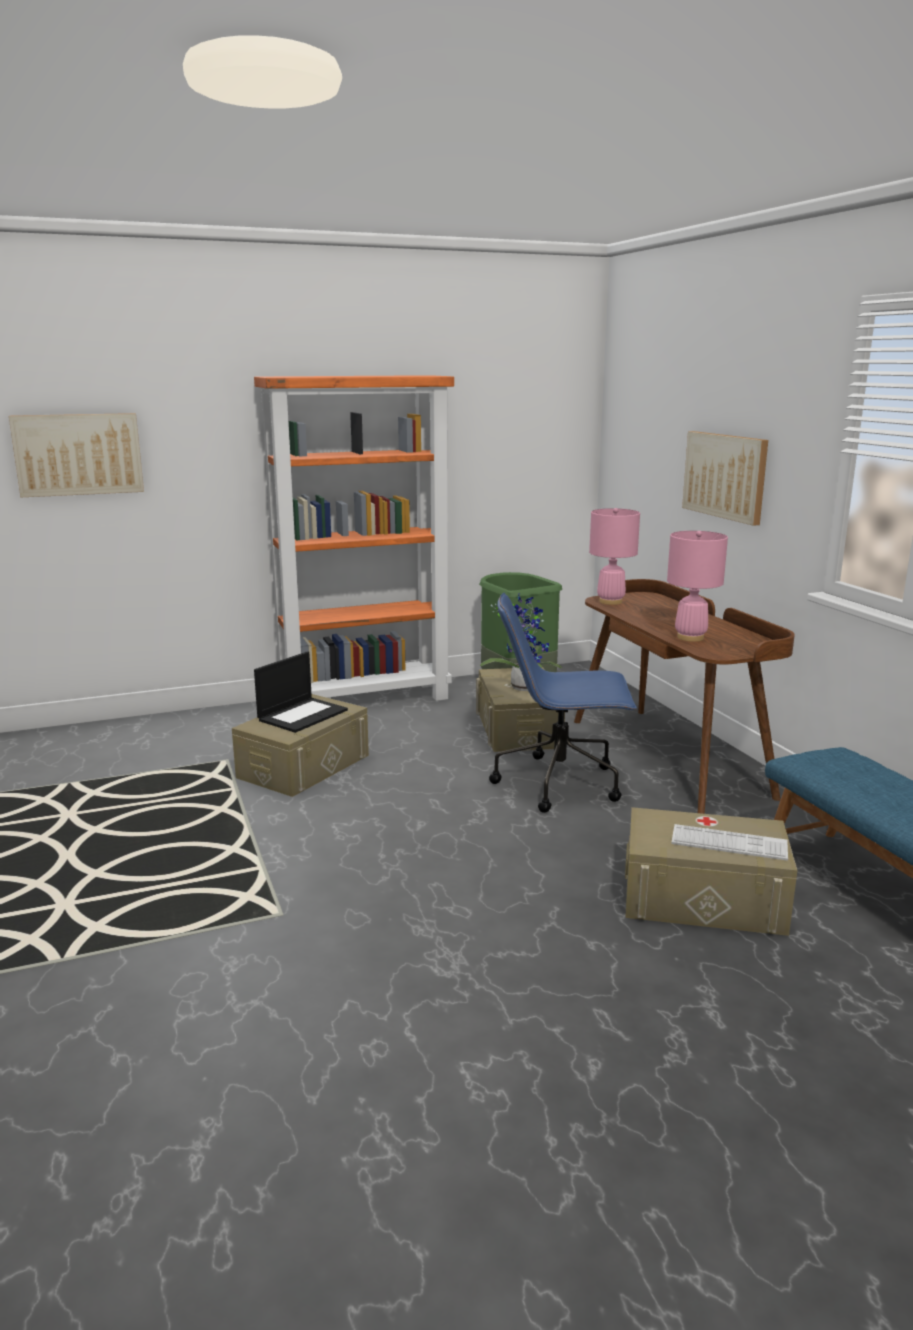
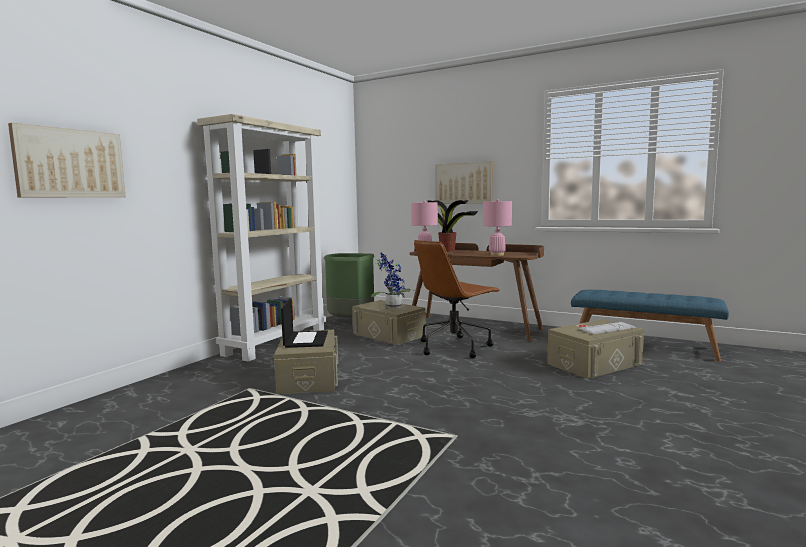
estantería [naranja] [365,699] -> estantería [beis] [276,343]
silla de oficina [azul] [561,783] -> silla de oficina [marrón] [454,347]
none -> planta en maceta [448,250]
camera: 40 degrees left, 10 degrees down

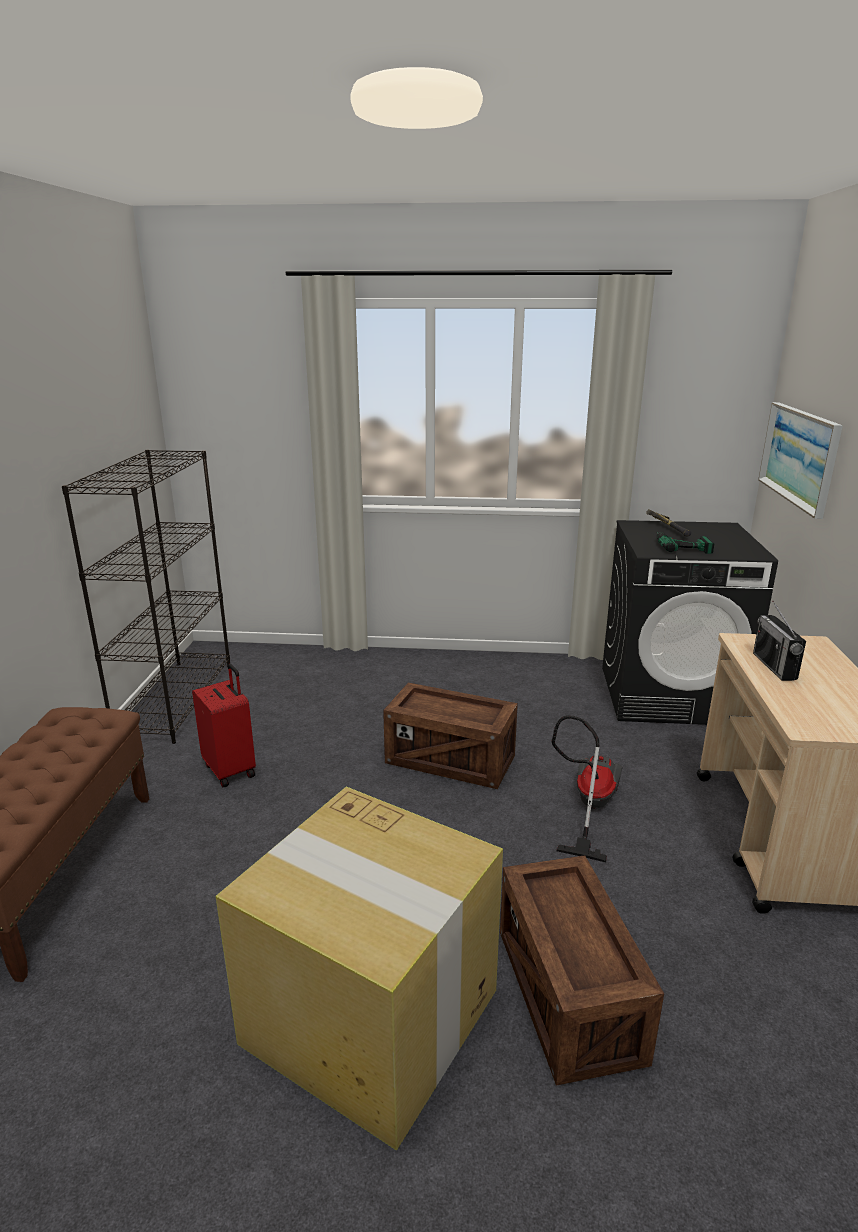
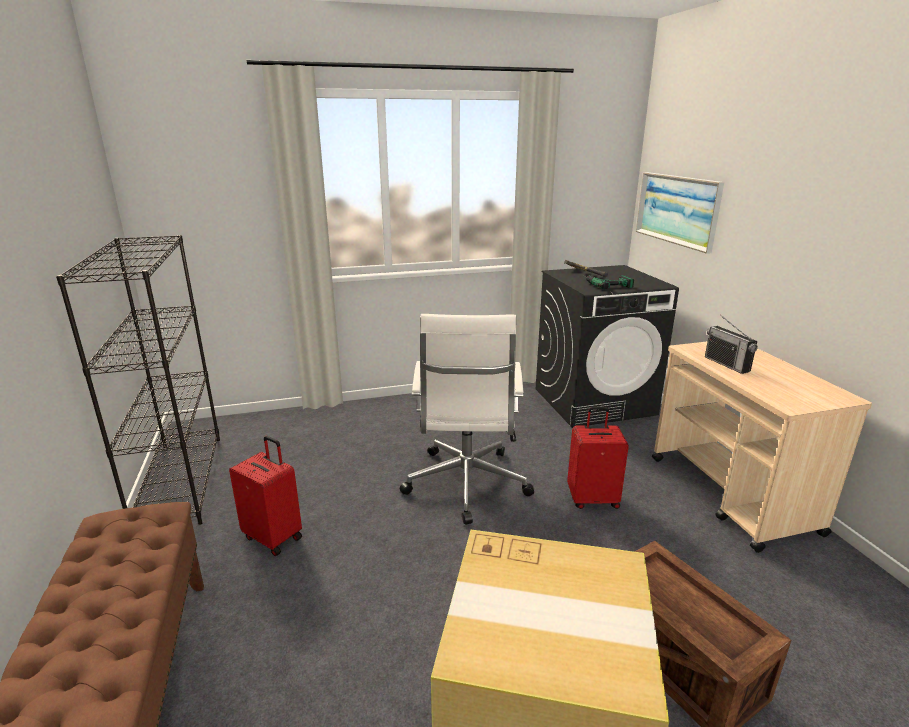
caja de embalaje [450,760] -> silla de oficina [blanco] [466,485]
aspiradora [587,805] -> maleta [rojo] [592,499]
camera: 20 degrees left, 0 degrees up

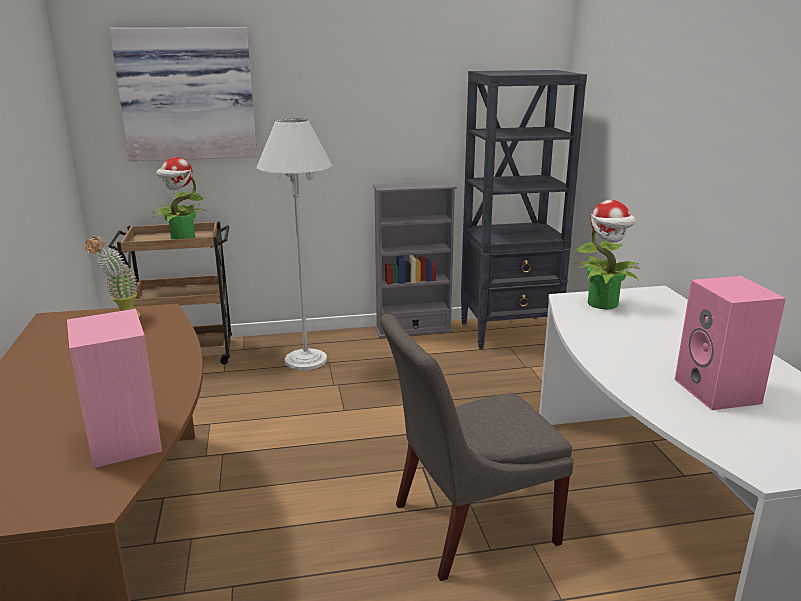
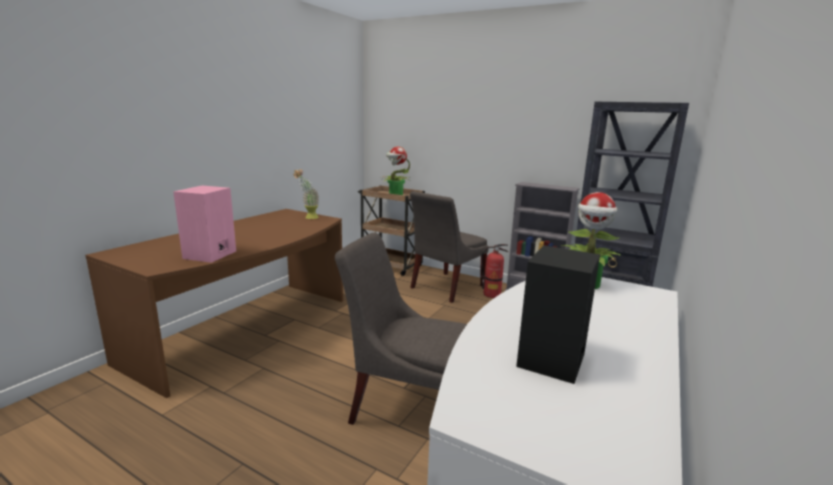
cuadro [187,94] -> none
lámpara de pie [blanco] [306,360] -> silla [gris] [445,287]
altavoz [rosa] [719,392] -> altavoz [negro] [552,361]
none -> extintor [492,294]
camera: 40 degrees right, 5 degrees down

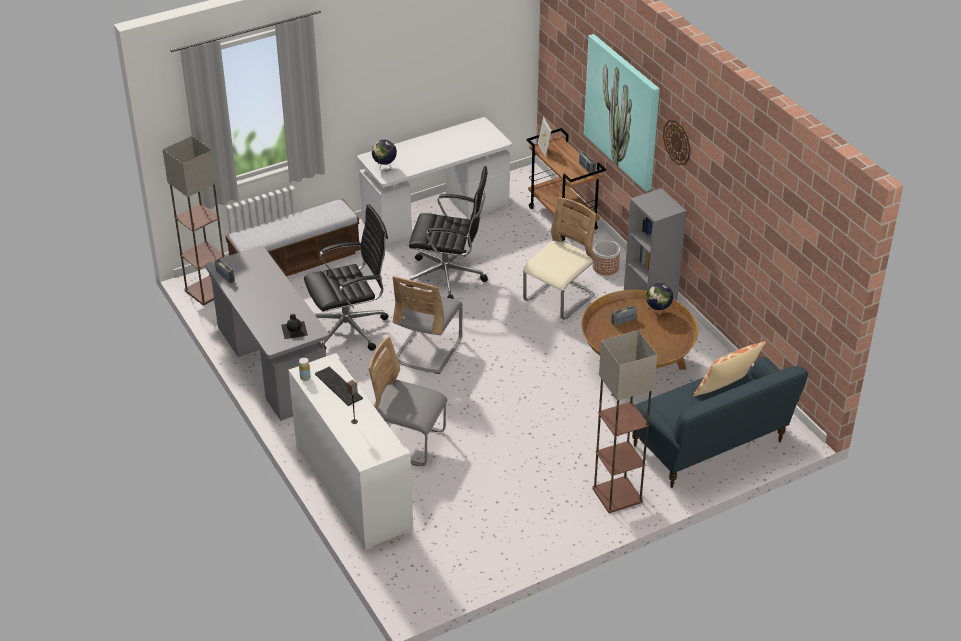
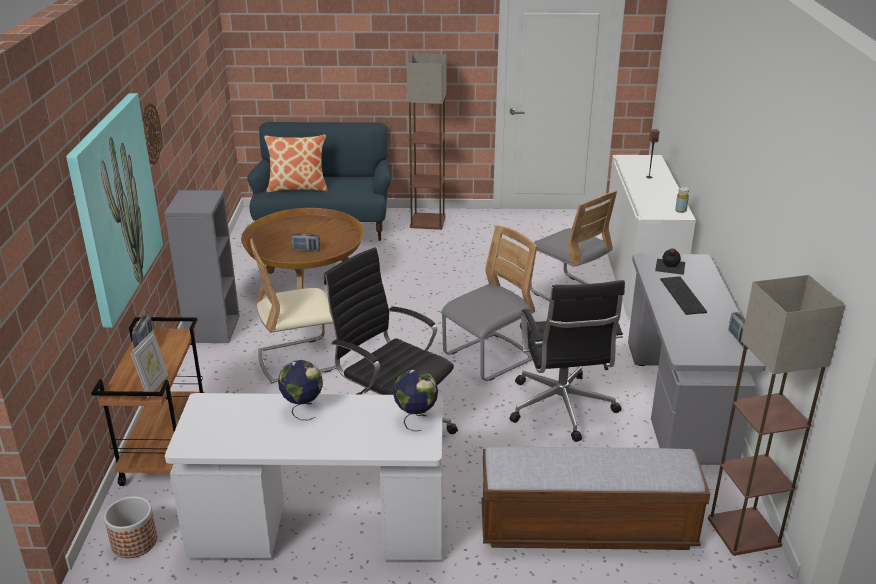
silla de oficina [negro] [350,328] -> silla de oficina [negro] [561,409], 105 degrees counterclockwise
maceta [605,267] -> maceta [134,542], moved
globo terráqueo [658,312] -> globo terráqueo [302,409], moved
teclado [337,386] -> teclado [684,295], moved
camera: 150 degrees left, 10 degrees down

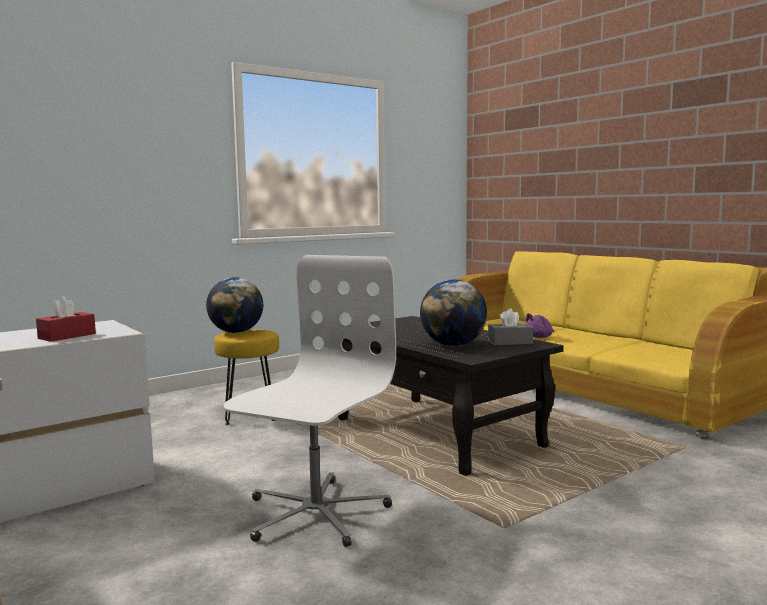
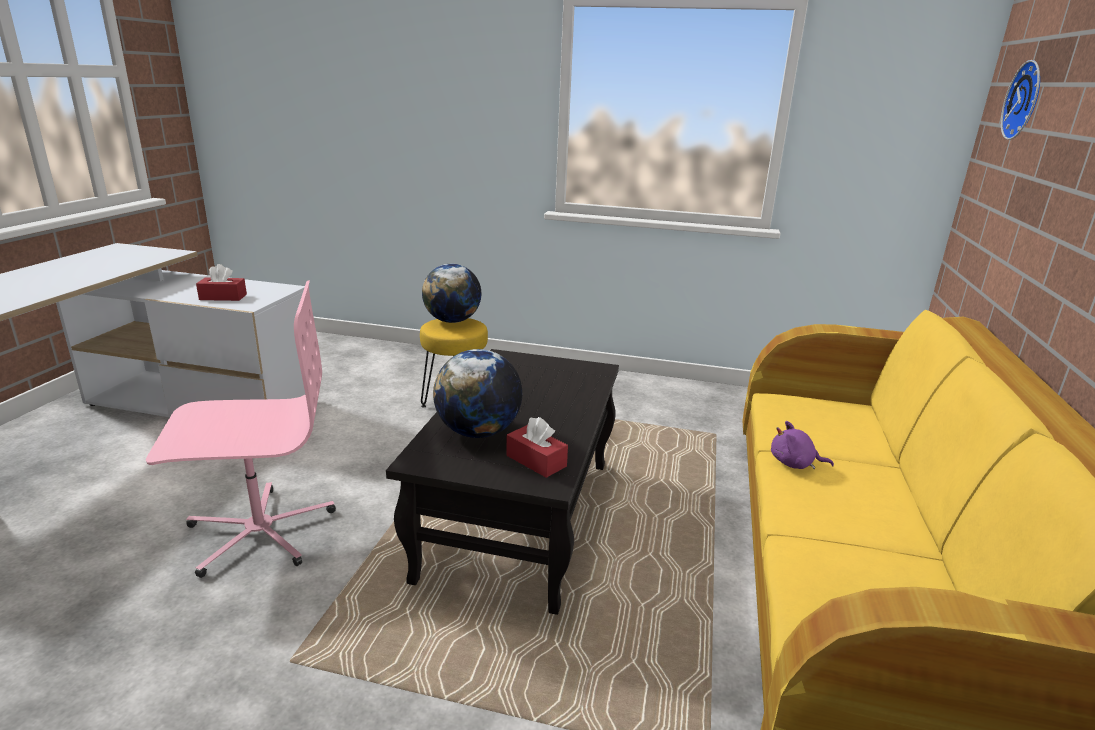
silla de oficina [blanco] [314,513] -> silla de oficina [rosa] [259,531]
caja de pañuelos [gris] [510,342] -> caja de pañuelos [rojo] [536,461]
none -> reloj de pared [1026,100]
camera: 50 degrees right, 15 degrees up

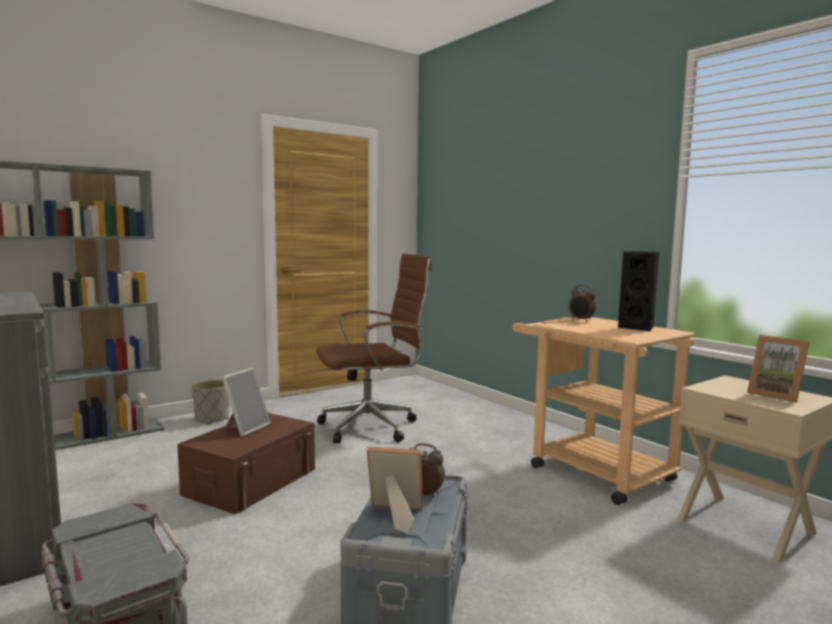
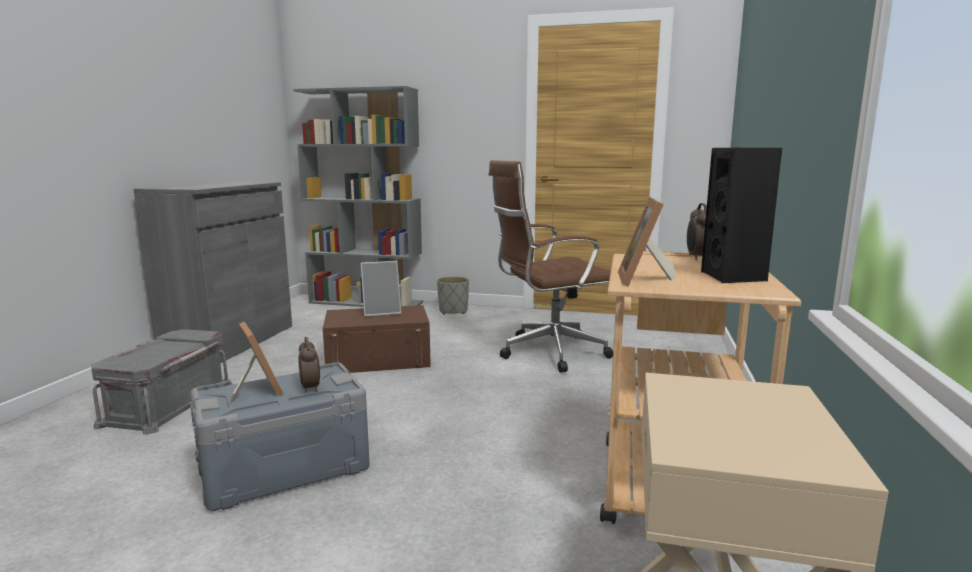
silla de oficina [marrón] [373,427] -> silla de oficina [marrón] [548,352], 135 degrees clockwise
portarretratos [776,395] -> portarretratos [645,280], moved
camera: 50 degrees right, 5 degrees up

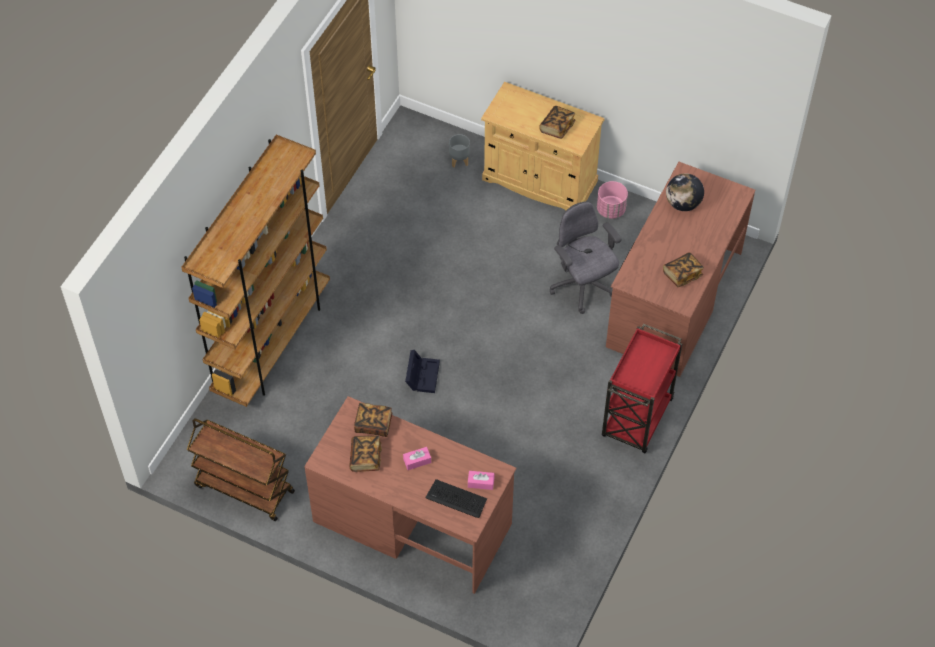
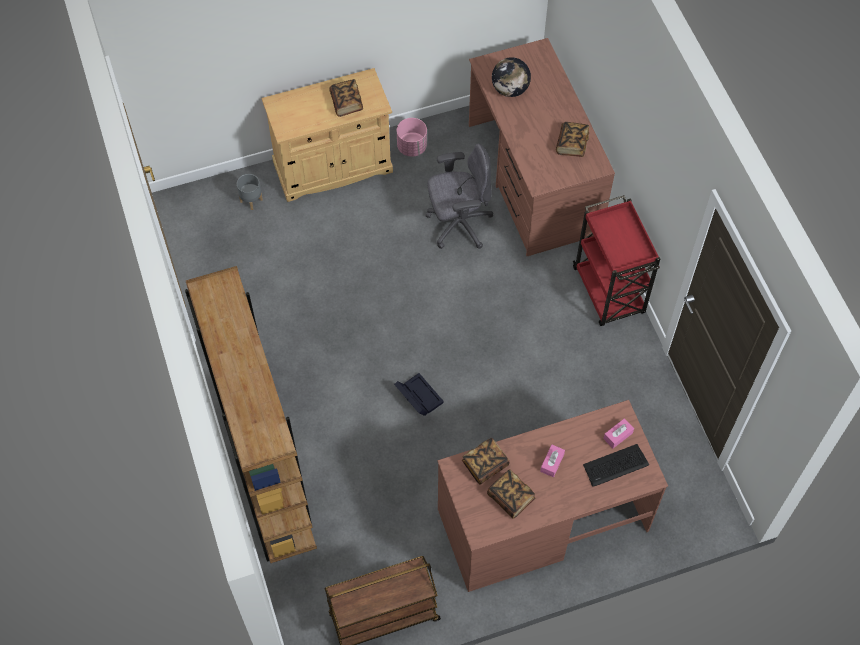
silla de oficina [gris] [582,287] -> silla de oficina [gris] [458,224], 150 degrees clockwise
camera: 45 degrees left, 5 degrees up

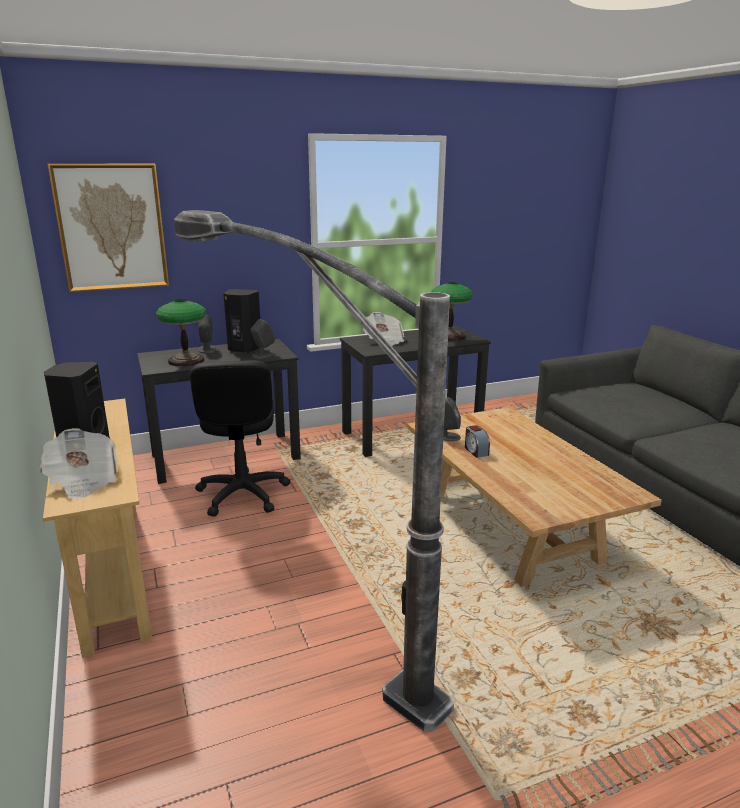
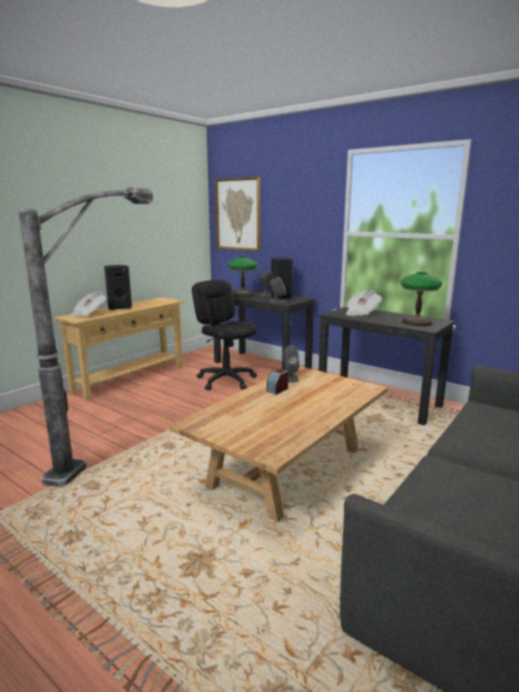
silla de oficina [negro] [242,494] -> silla de oficina [negro] [226,380], 90 degrees clockwise
camera: 60 degrees right, 5 degrees down

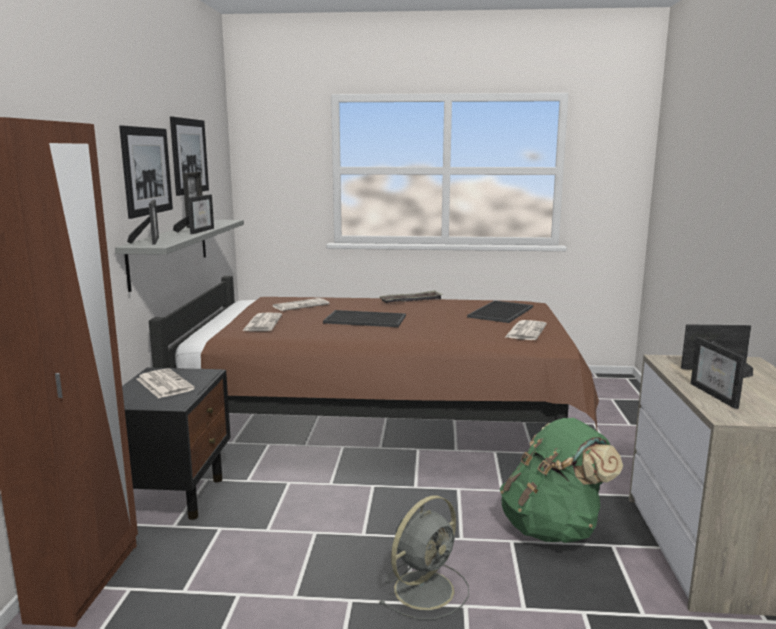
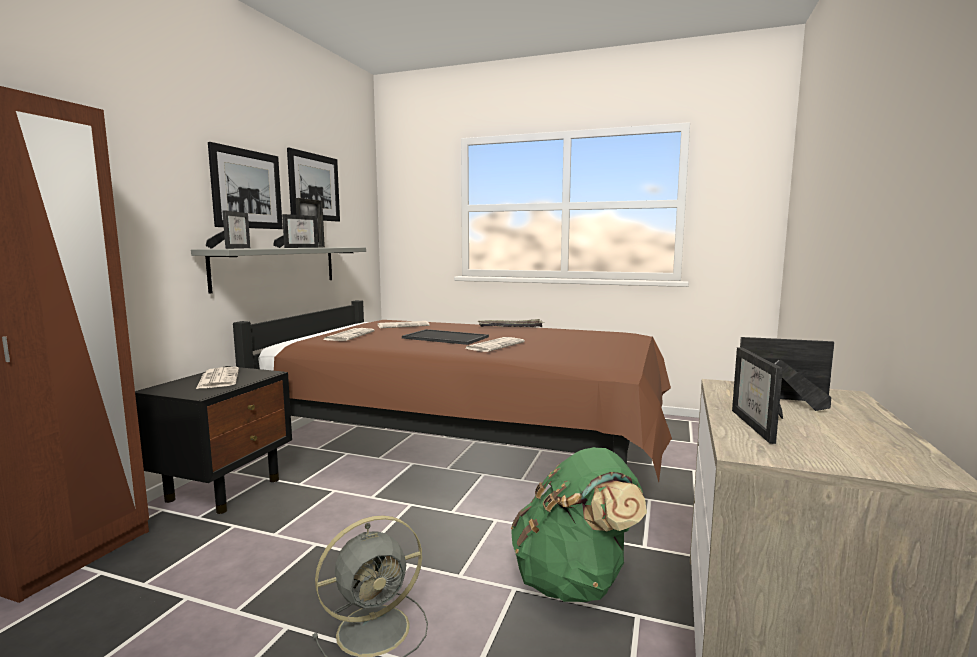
bandeja [502,312] -> none
periódico [525,331] -> periódico [495,345], moved
camera: 15 degrees right, 5 degrees down

